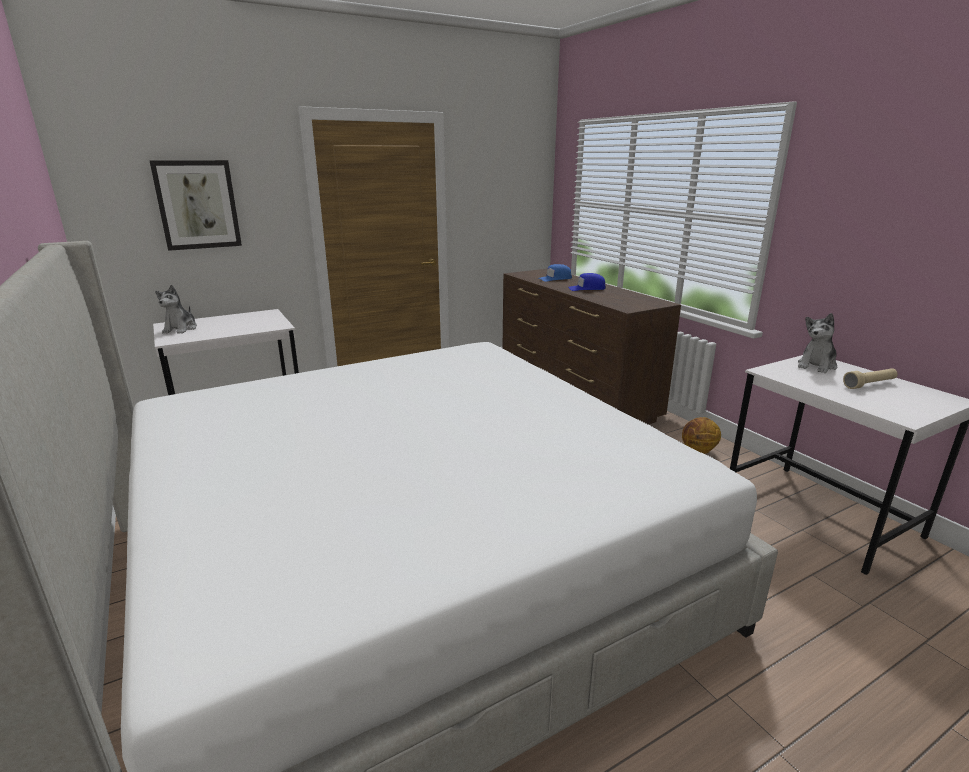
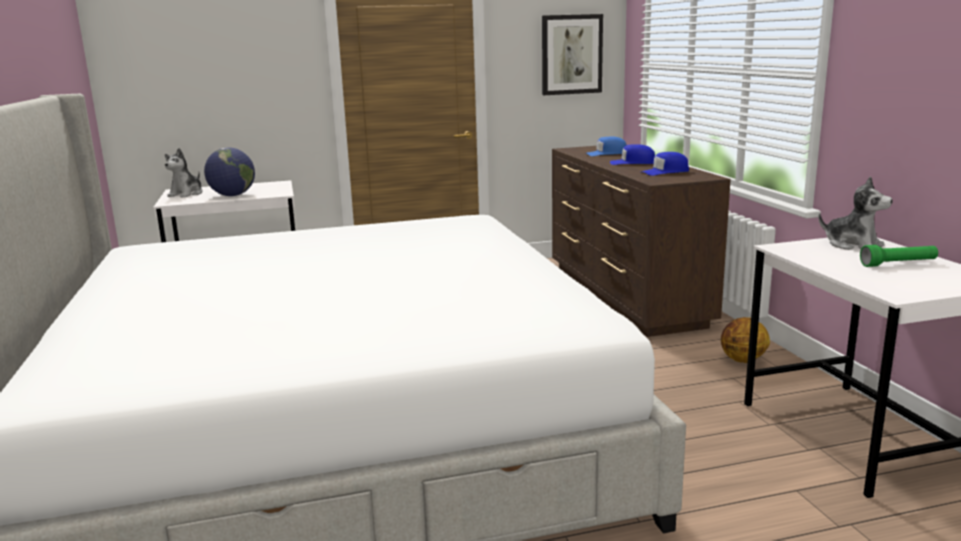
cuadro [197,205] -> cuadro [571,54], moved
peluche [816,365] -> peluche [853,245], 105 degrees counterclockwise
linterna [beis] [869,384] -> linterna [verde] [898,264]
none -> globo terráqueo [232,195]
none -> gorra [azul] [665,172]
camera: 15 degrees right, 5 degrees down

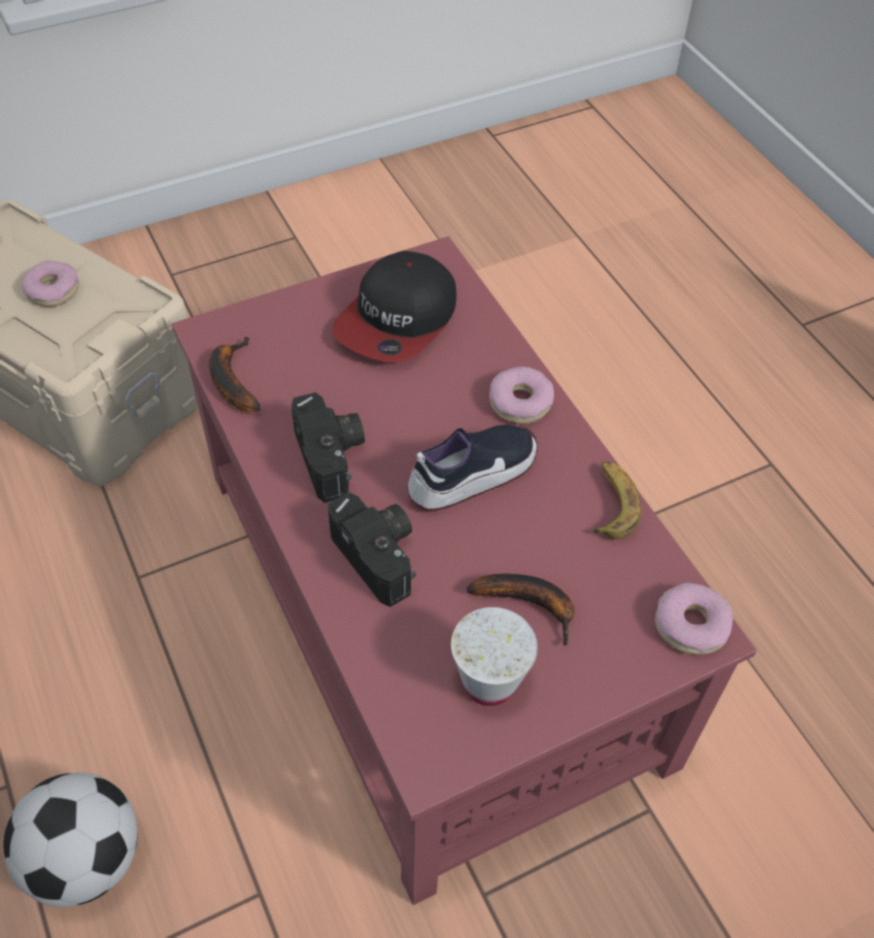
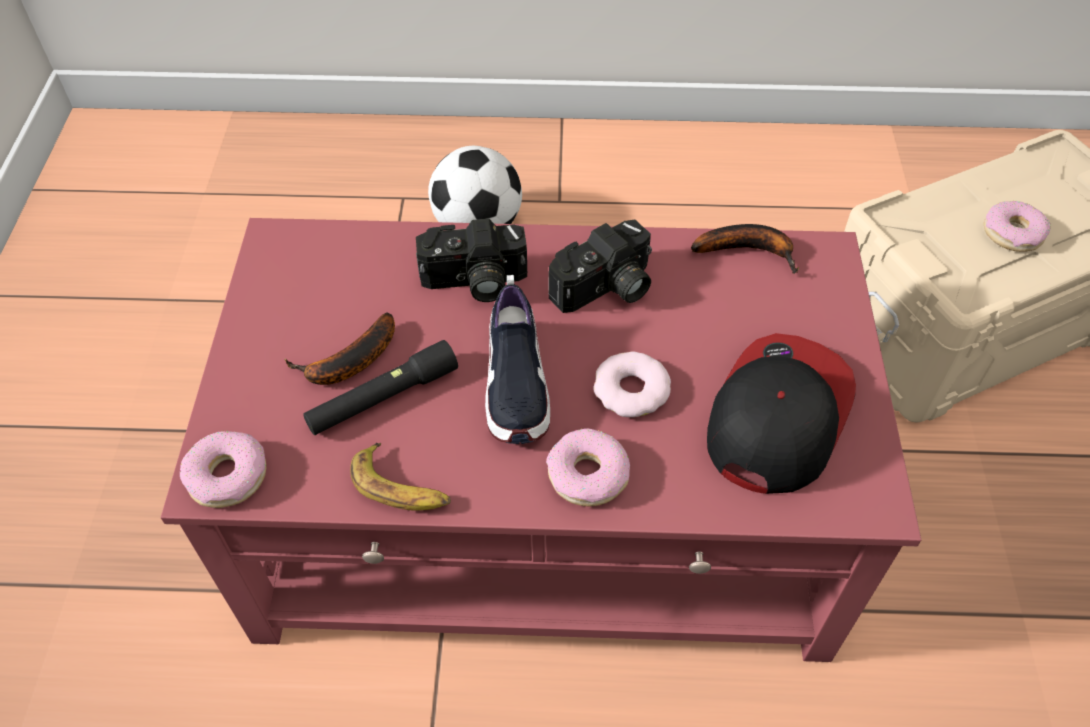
gorra [398,320] -> gorra [777,416], 60 degrees clockwise
cámara [333,458] -> cámara [606,289], 45 degrees counterclockwise
taza [blanco] [489,682] -> none
none -> linterna [negro] [383,398]
none -> rosquilla [631,390]
camera: 120 degrees right, 0 degrees up

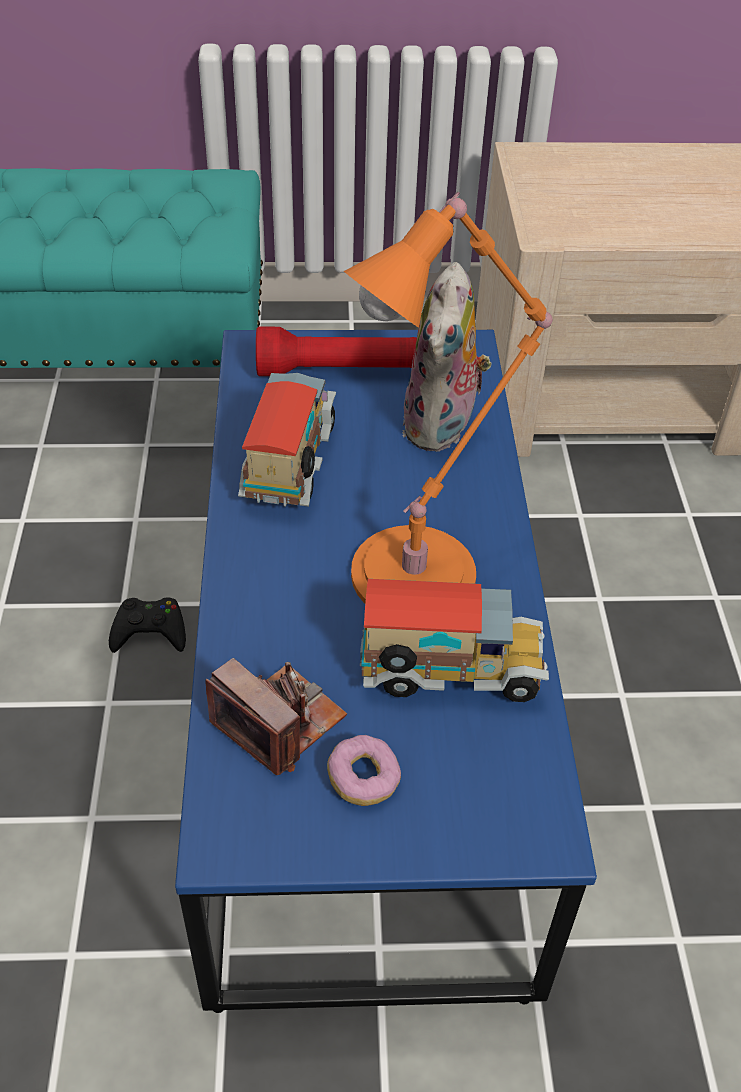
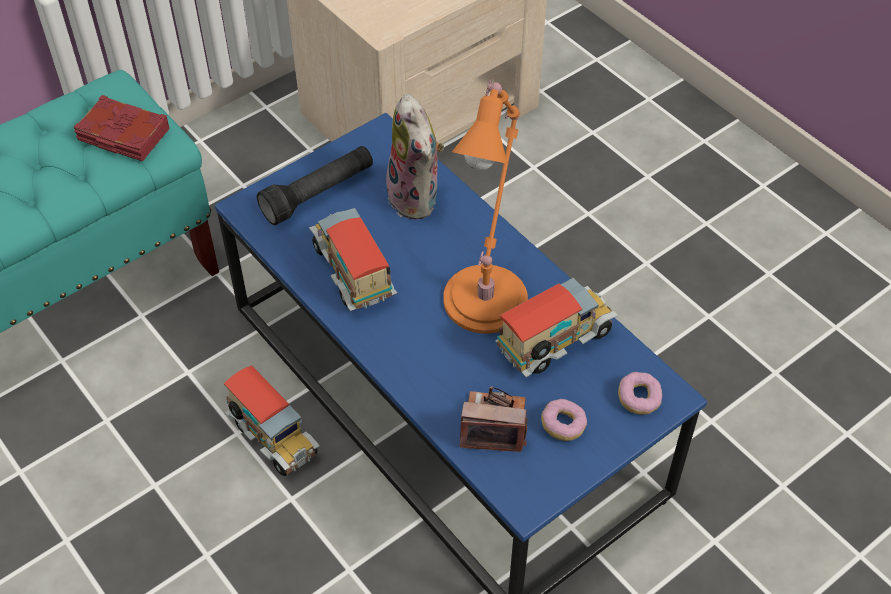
linterna [rojo] [337,371] -> linterna [negro] [319,194]
mando de consola [negro] [150,631] -> camión de juguete [273,439]
none -> libro [rojo] [123,135]
none -> rosquilla [638,399]
camera: 35 degrees left, 5 degrees up

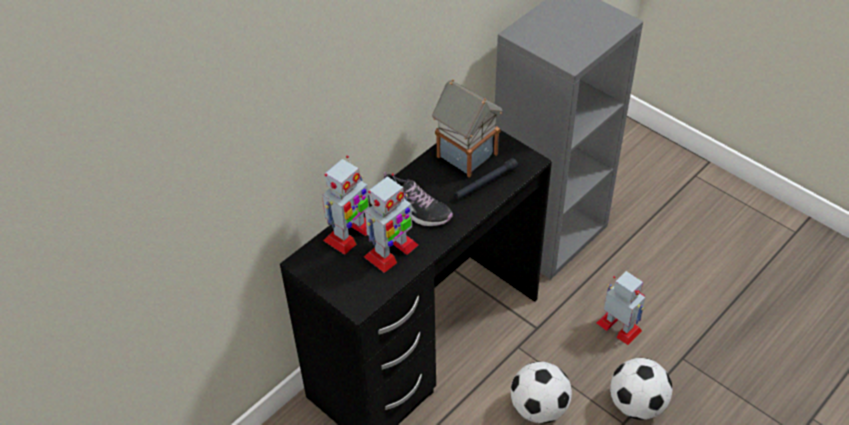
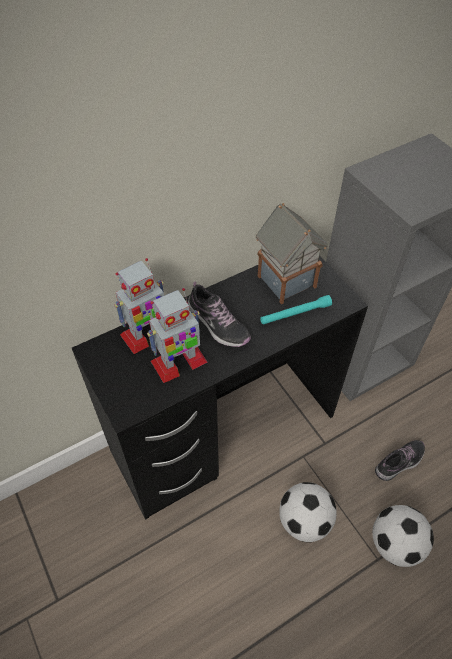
linterna [negro] [485,183] -> linterna [turquesa] [295,314]
robot de juguete [619,327] -> zapato [399,462]
camera: 15 degrees right, 5 degrees up

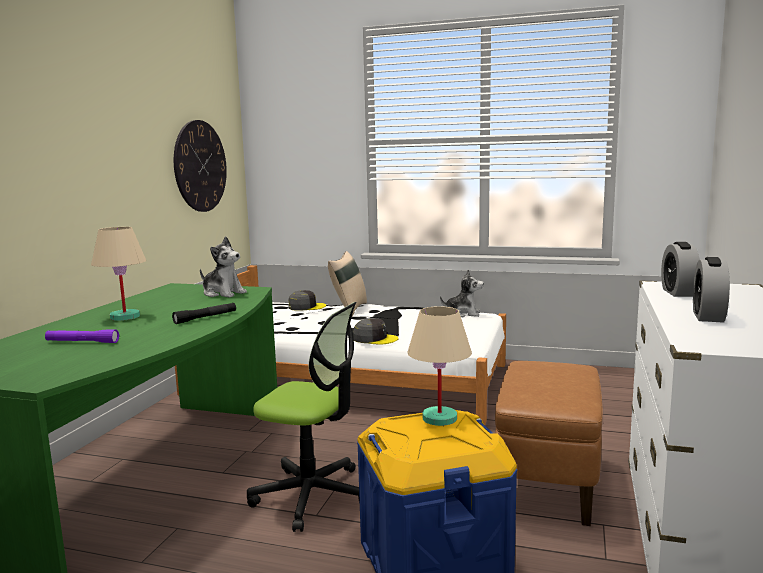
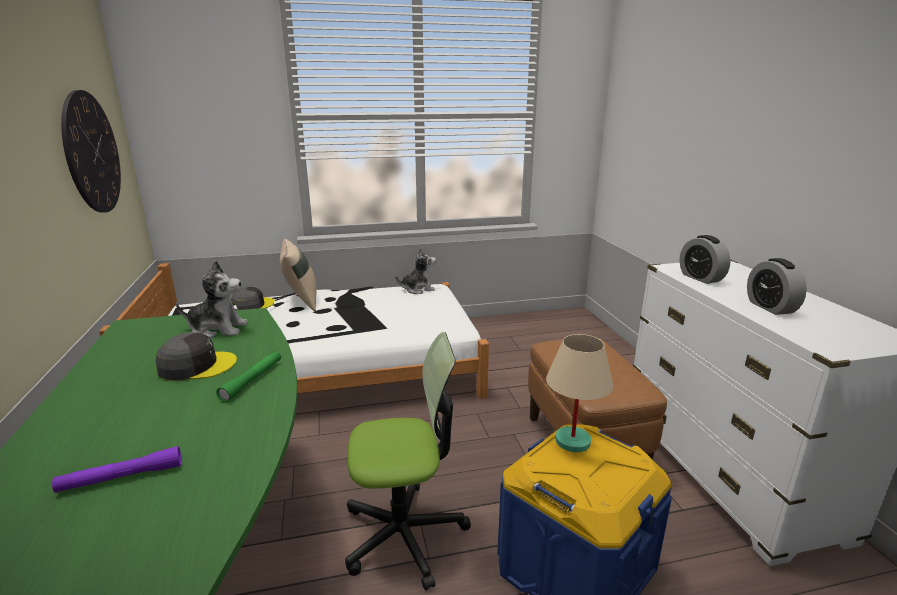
lámpara de mesa [beis] [124,317] -> none
linterna [negro] [205,318] -> linterna [verde] [252,380]
gorra [gris] [375,339] -> gorra [gris] [197,365], moved
camera: 30 degrees left, 10 degrees up

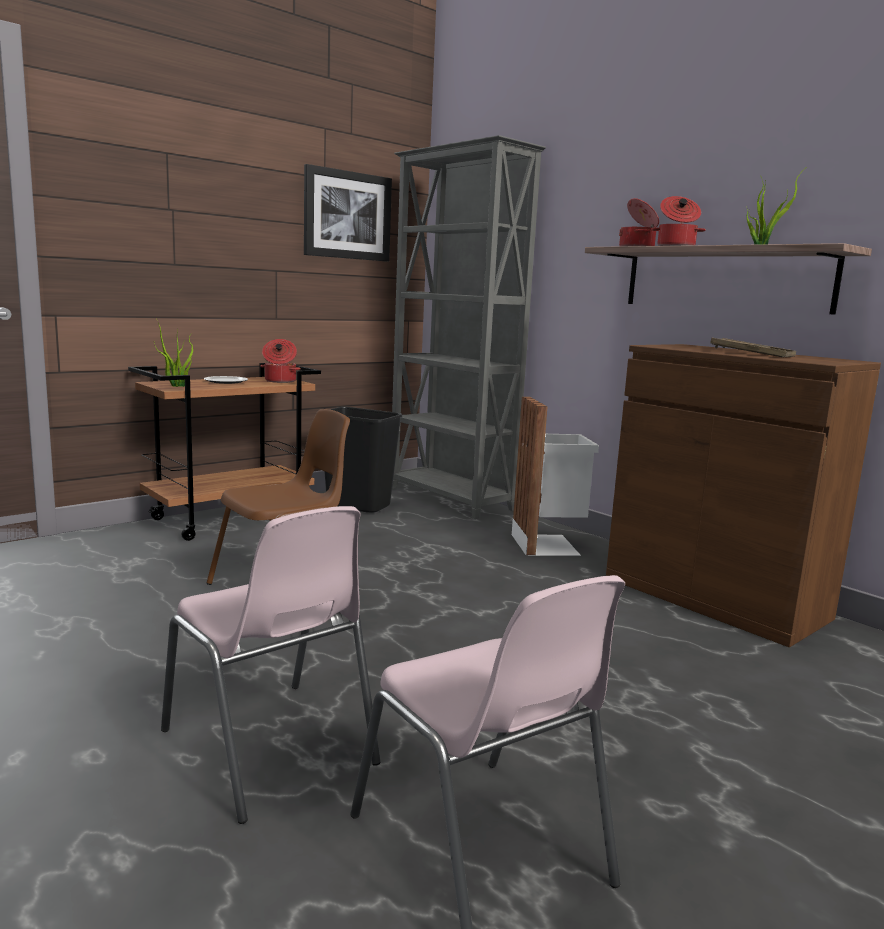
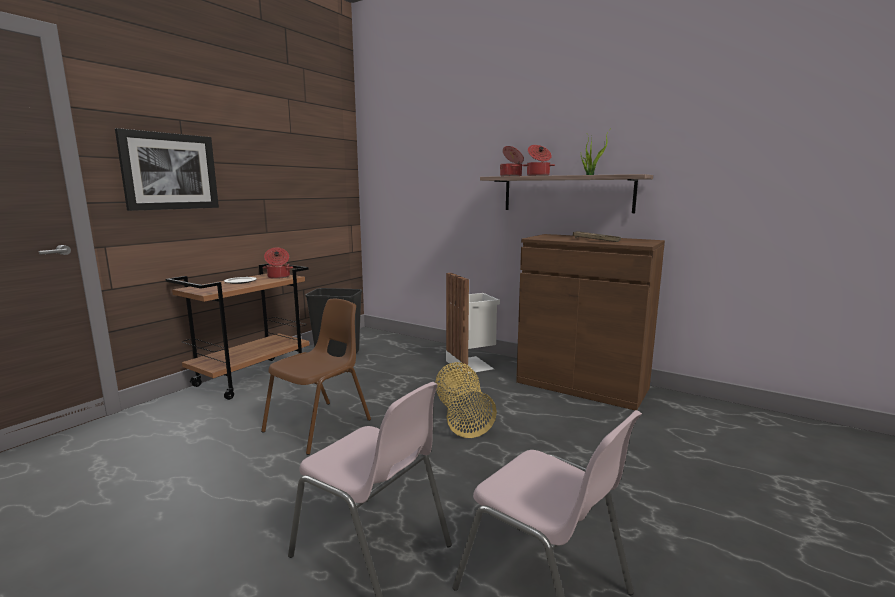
estantería [gris] [449,499] -> none
cuadro [347,215] -> cuadro [170,171], moved
planta en maceta [176,386] -> none
none -> cesta [462,416]
camera: 15 degrees left, 0 degrees up

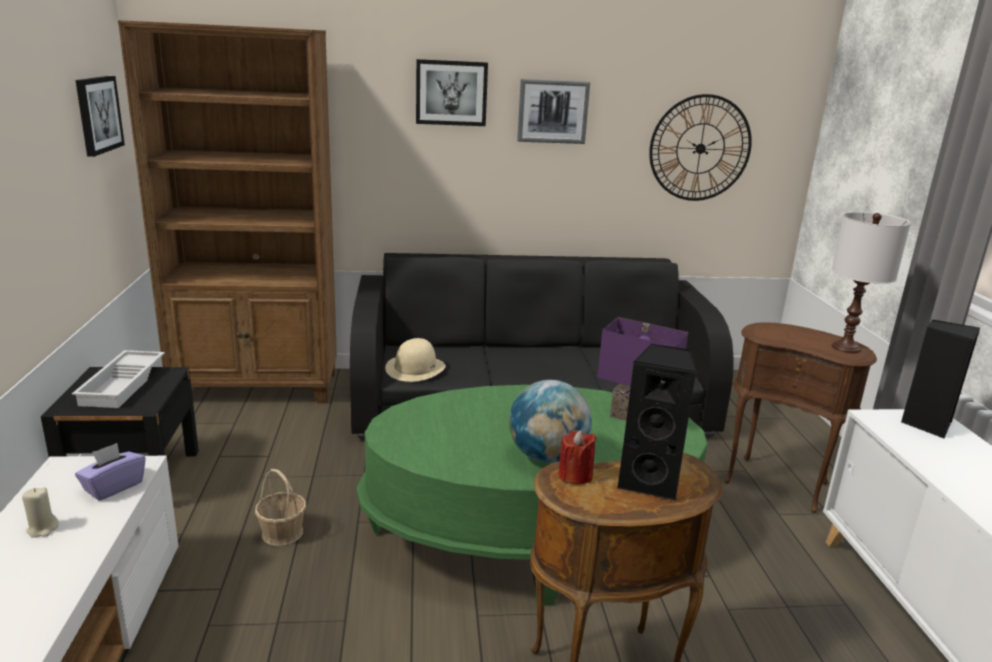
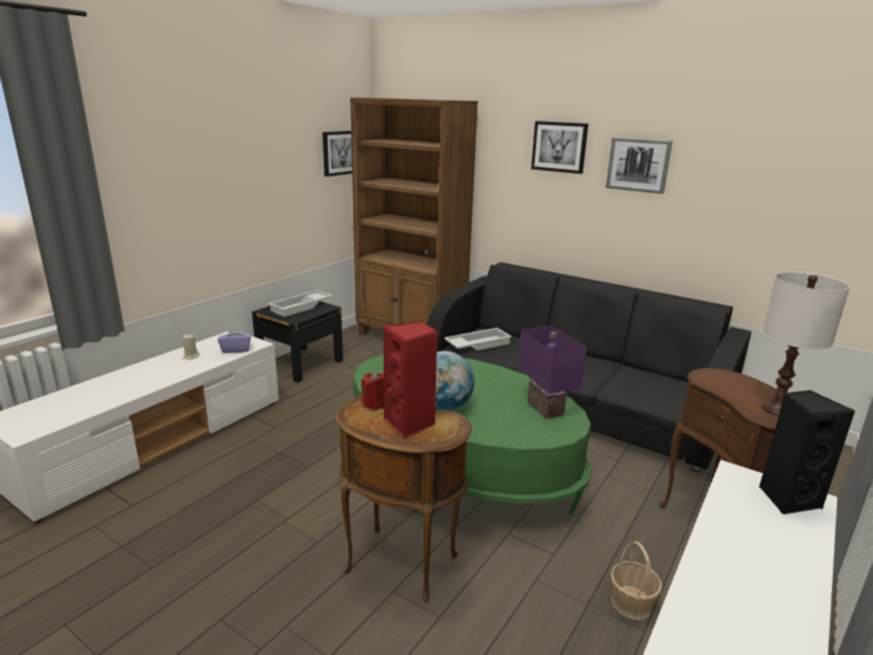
reloj de pared [700,148] -> none
sombrero [beis] [415,368] -> bandeja [blanco] [477,344]
altavoz [negro] [650,482] -> altavoz [rojo] [410,423]
cesta [282,533] -> cesta [631,603], moved
camera: 40 degrees right, 0 degrees up

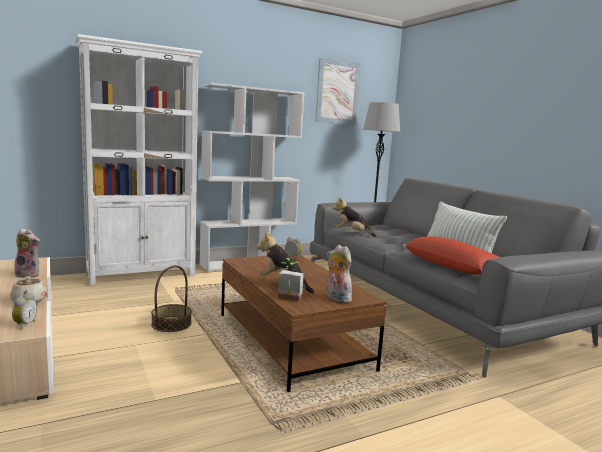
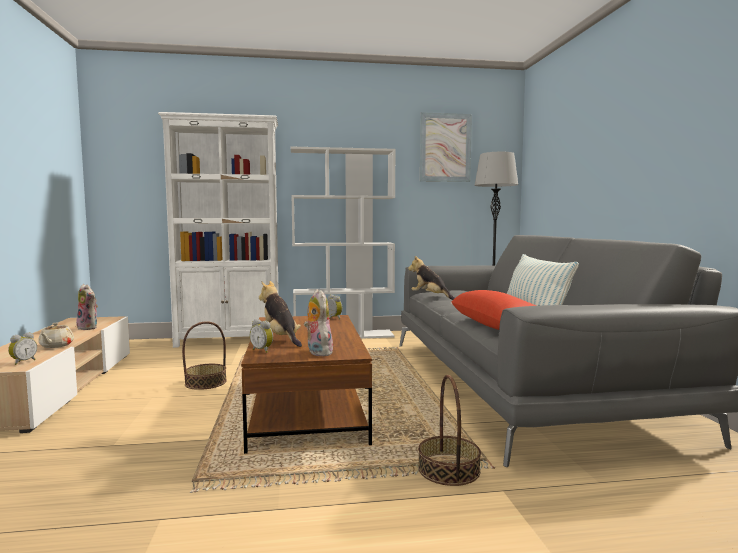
planta en maceta [288,299] -> despertador [263,350]
none -> cesta [449,469]
camera: 20 degrees right, 5 degrees down

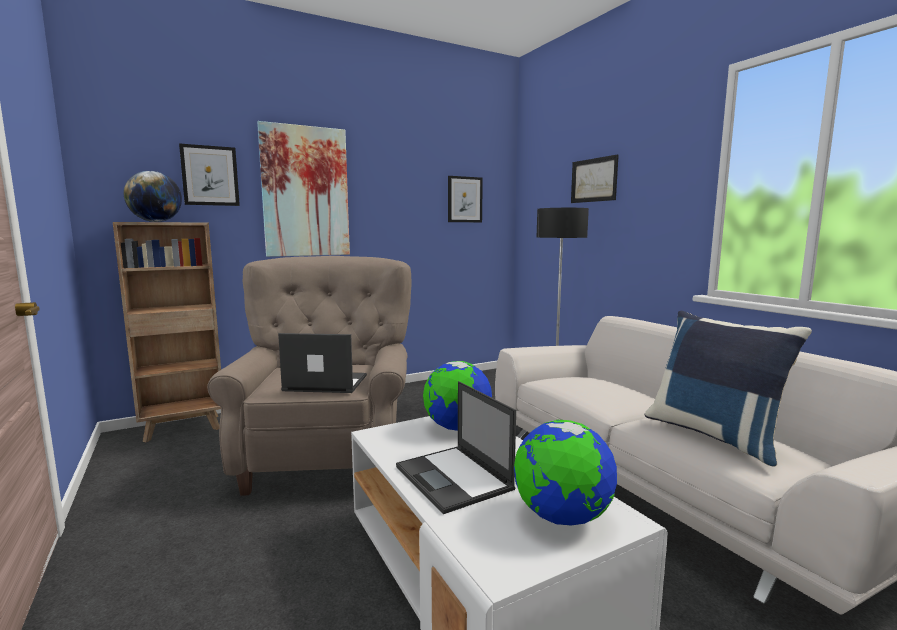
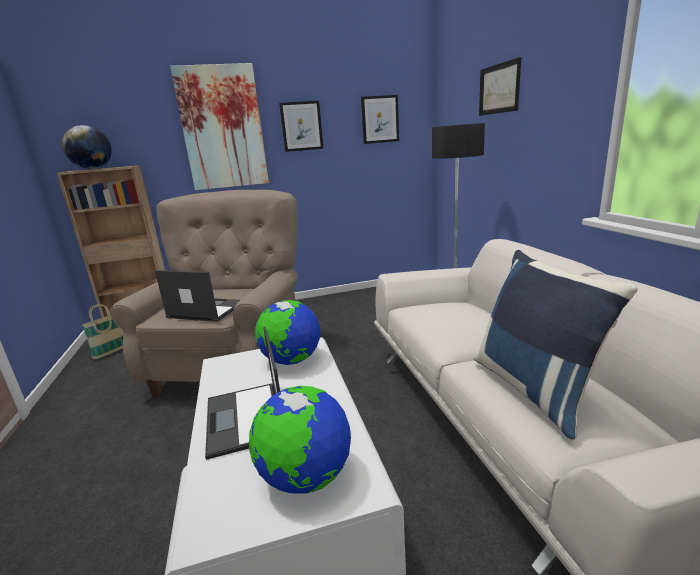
cuadro [210,176] -> cuadro [301,126], moved
none -> cesta [111,352]
camera: 15 degrees right, 10 degrees up

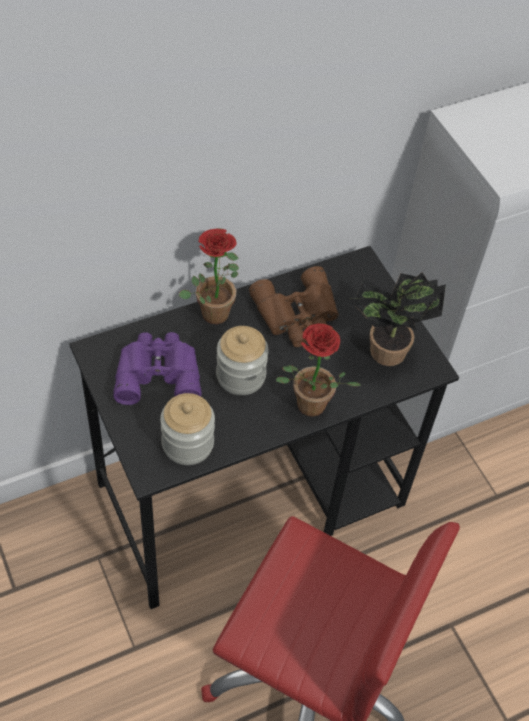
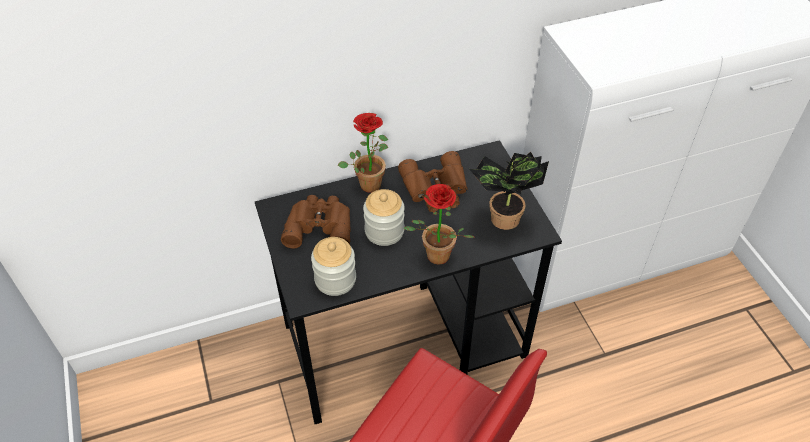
prismáticos [morado] [158,372] -> prismáticos [marrón] [319,225]
camera: 10 degrees right, 5 degrees down

